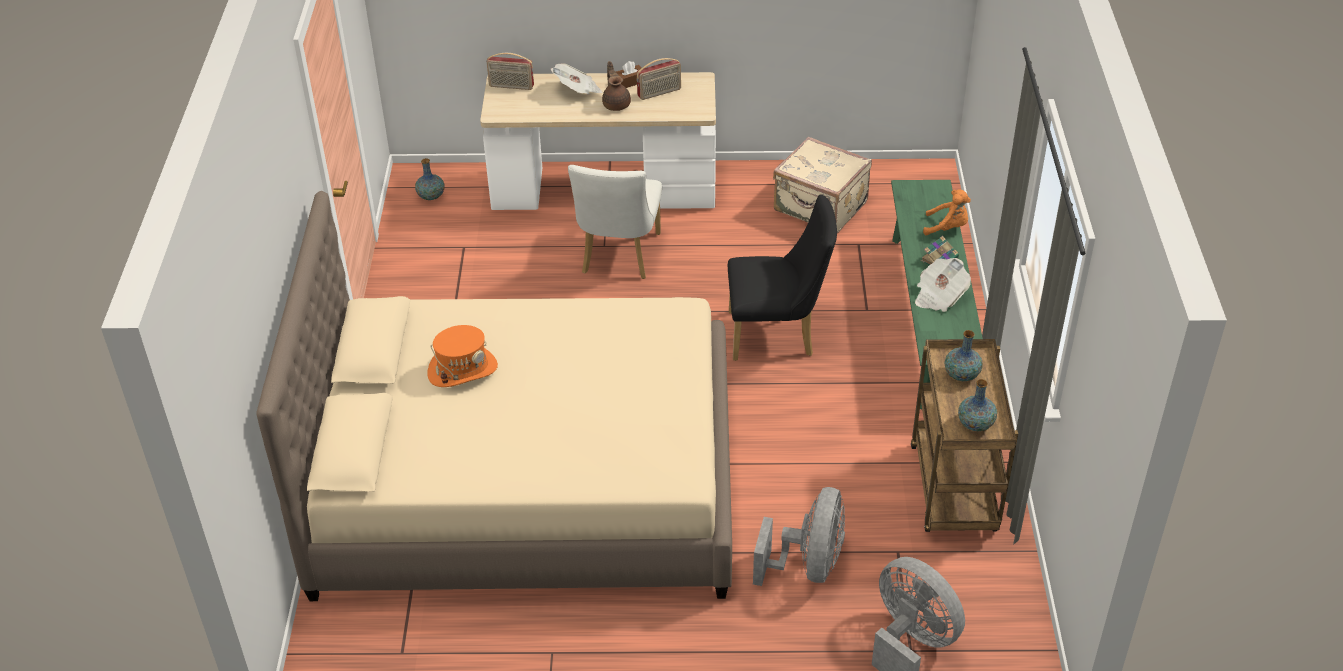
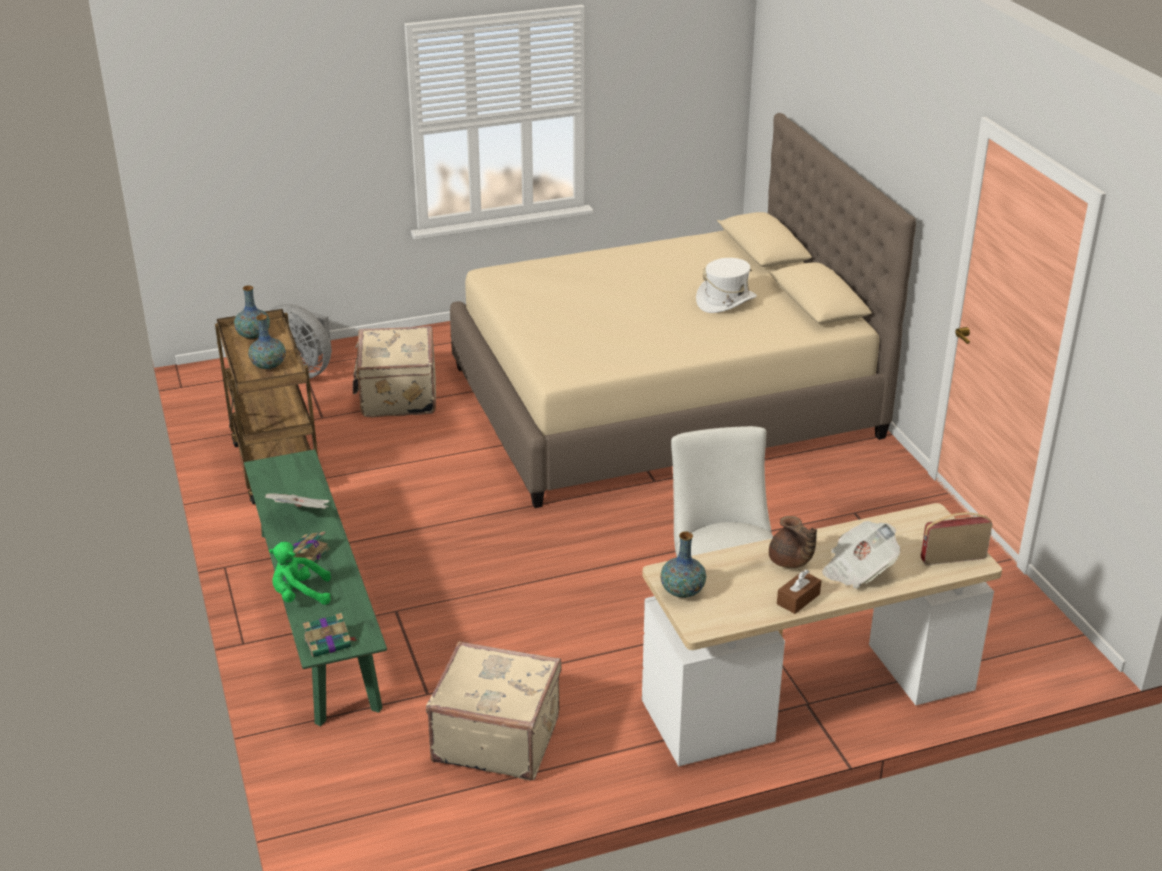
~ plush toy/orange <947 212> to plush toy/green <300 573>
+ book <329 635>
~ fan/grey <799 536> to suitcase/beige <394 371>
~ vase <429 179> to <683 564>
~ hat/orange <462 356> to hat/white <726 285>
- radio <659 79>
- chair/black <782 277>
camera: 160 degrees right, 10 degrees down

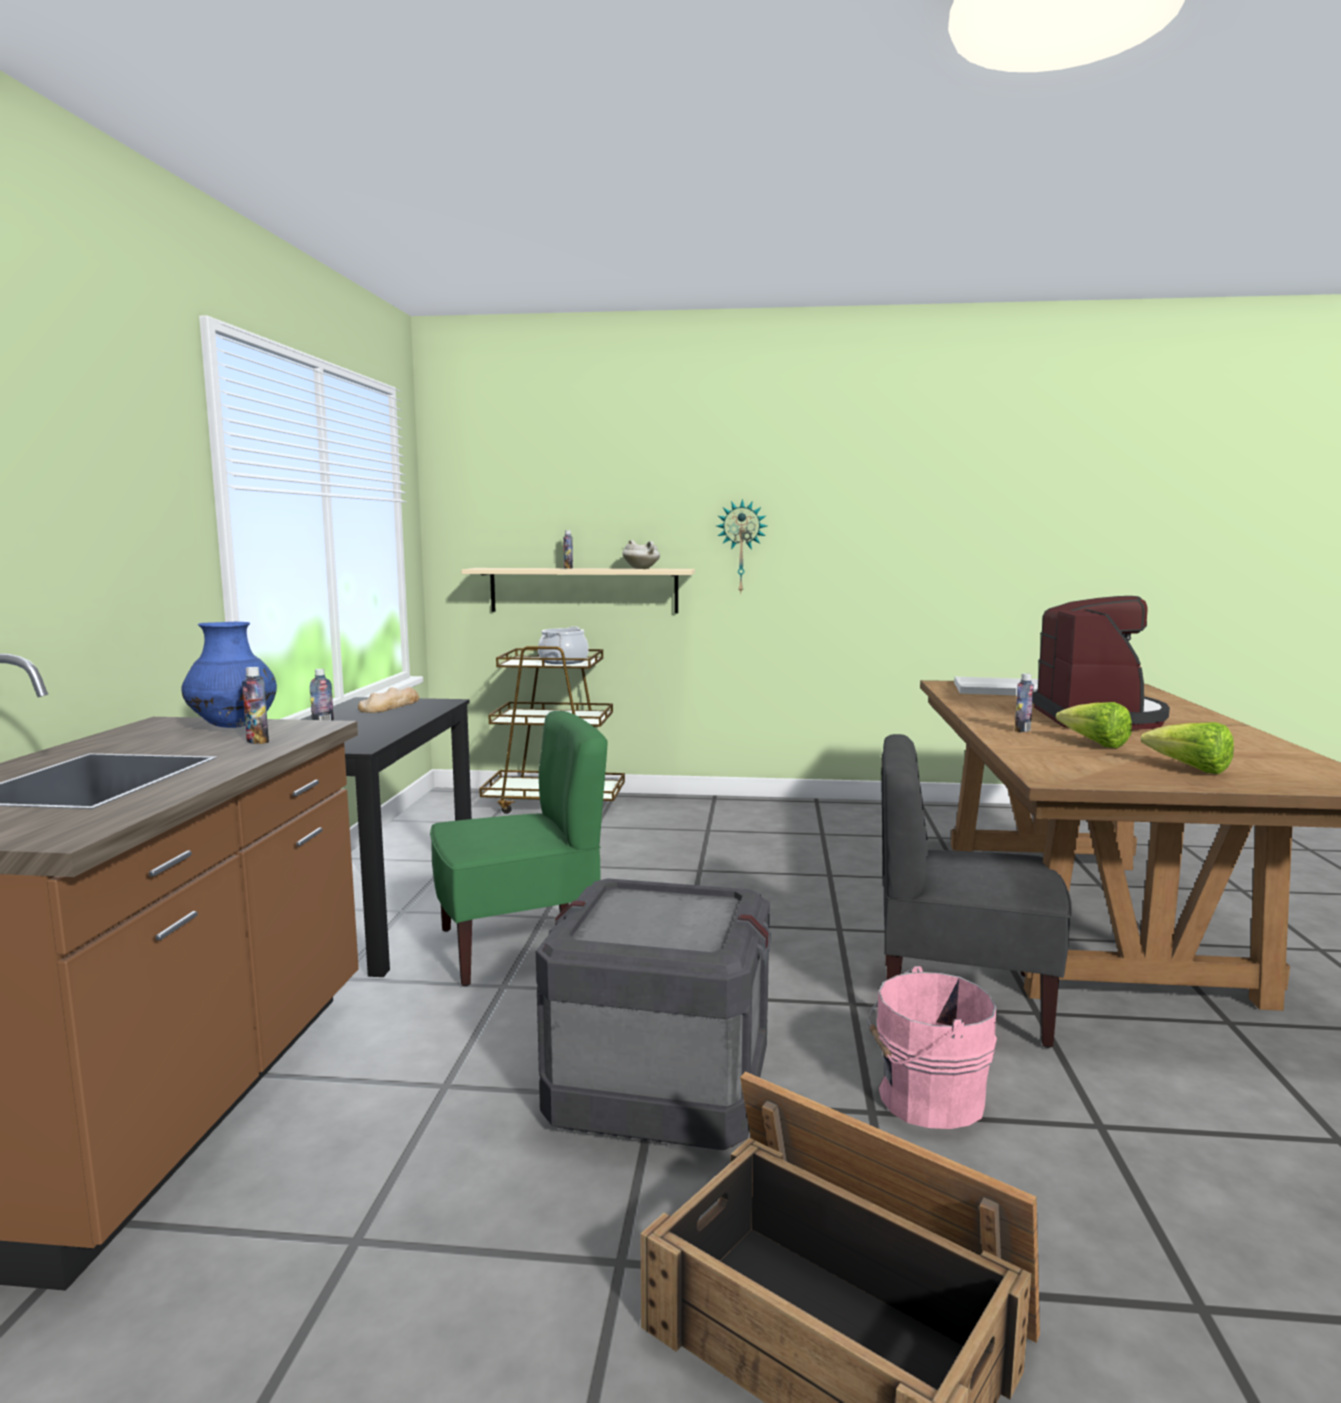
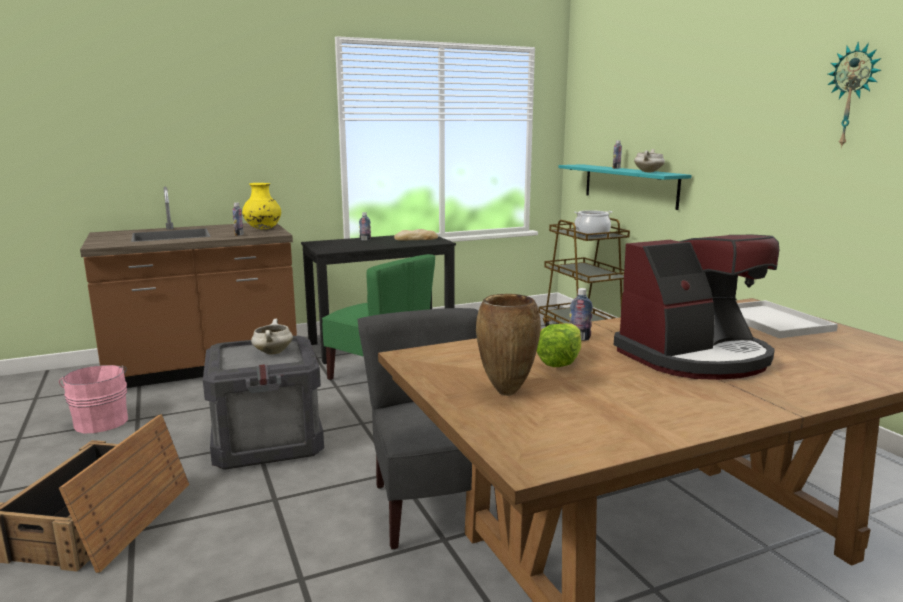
~ bucket/pink <932 1047> to <93 399>
~ vase/blue <229 675> to vase/yellow <261 206>
+ cooking pot/white <272 336>
~ lettuce <1187 748> to vase/brown <508 345>
~ shelf/beige <578 590> to shelf/turquoise <625 187>
~ wall clock <742 547> to <854 95>
camera: 60 degrees right, 5 degrees up

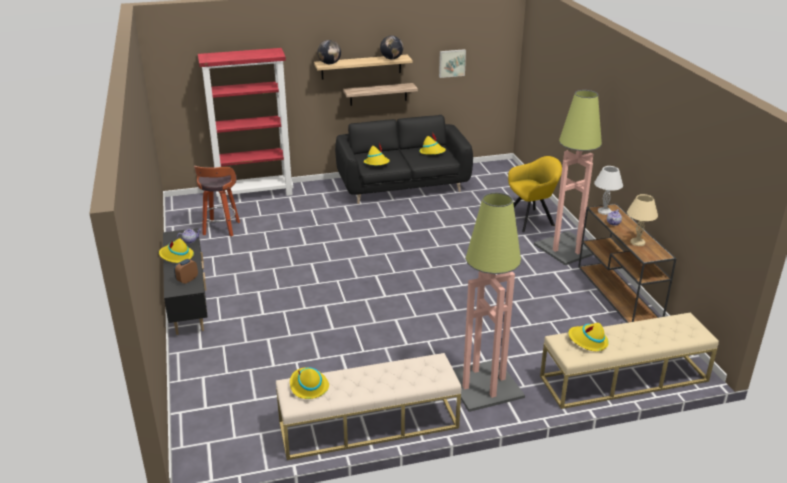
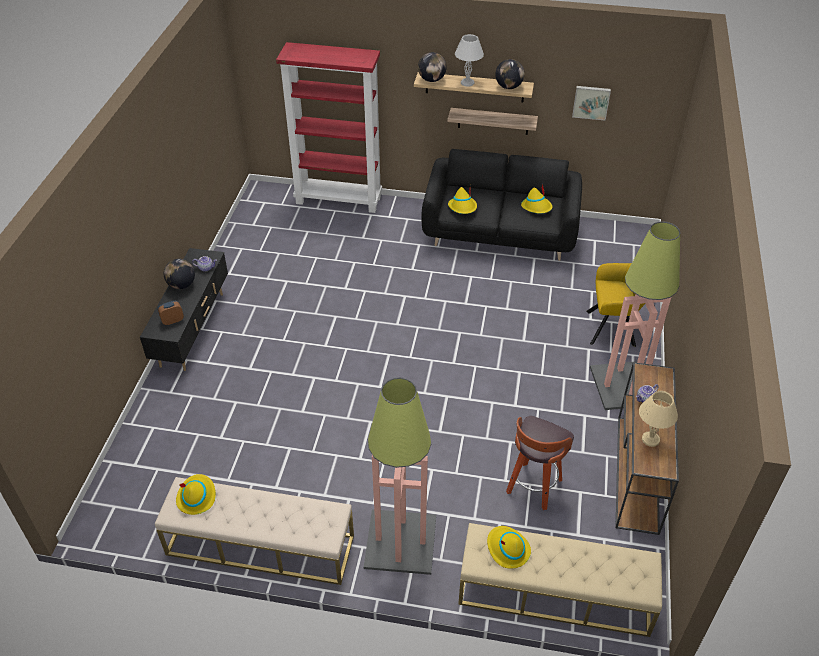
~ hat/yellow <176 251> to globe <179 274>
~ table lamp/white <608 190> to <469 60>
~ stool <217 201> to <540 463>
camera: 25 degrees right, 15 degrees up

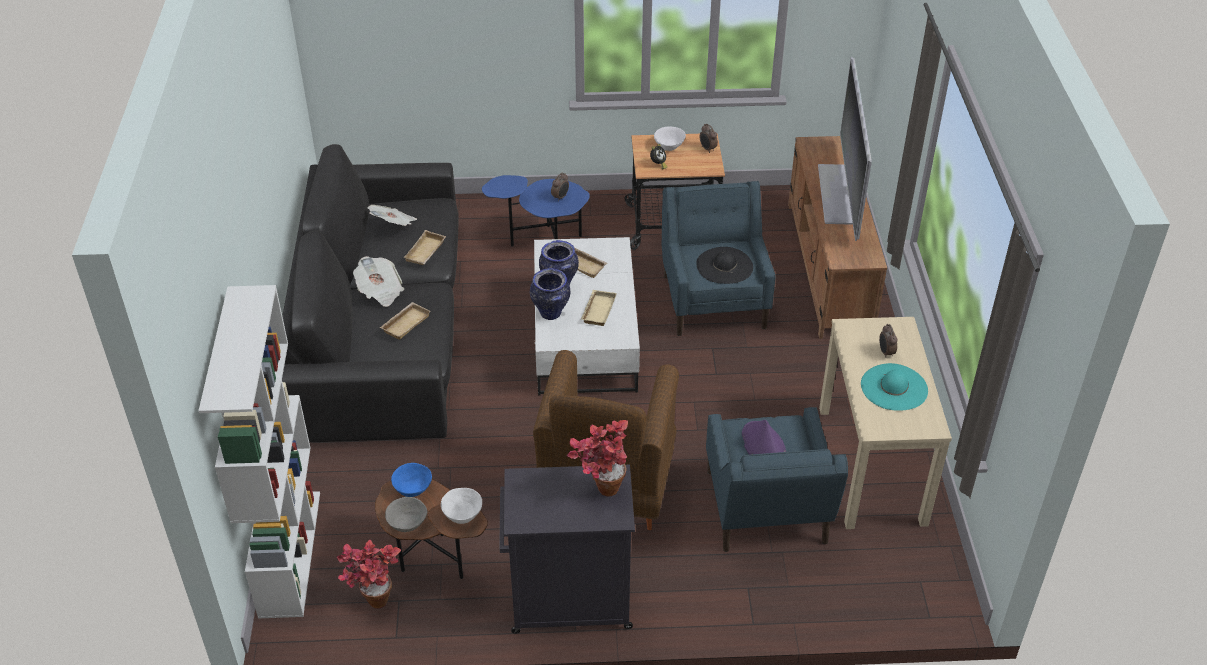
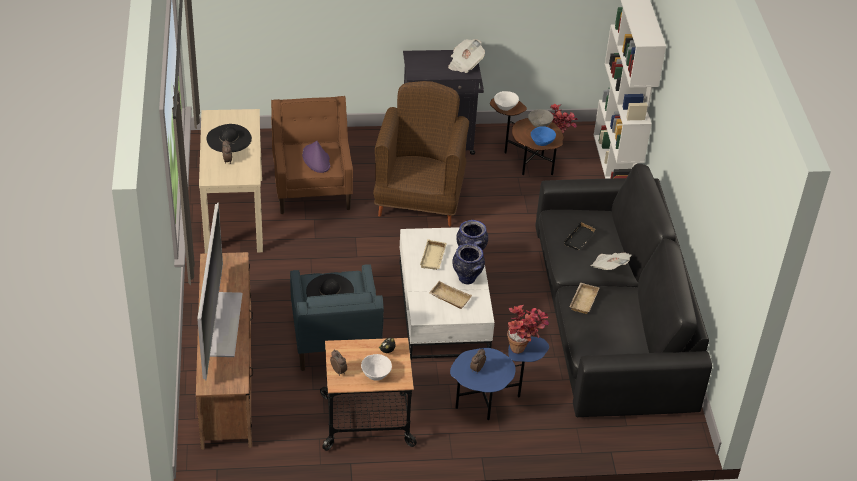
~ hat/turquoise <894 387> to hat/black <229 138>
~ armchair/blue <777 479> to armchair/brown <312 155>
~ newspaper <392 215> to <466 56>
~ potted plant <597 458> to <528 329>
~ tray/beige <405 321> to tray/black <580 235>
camera: 175 degrees right, 0 degrees up

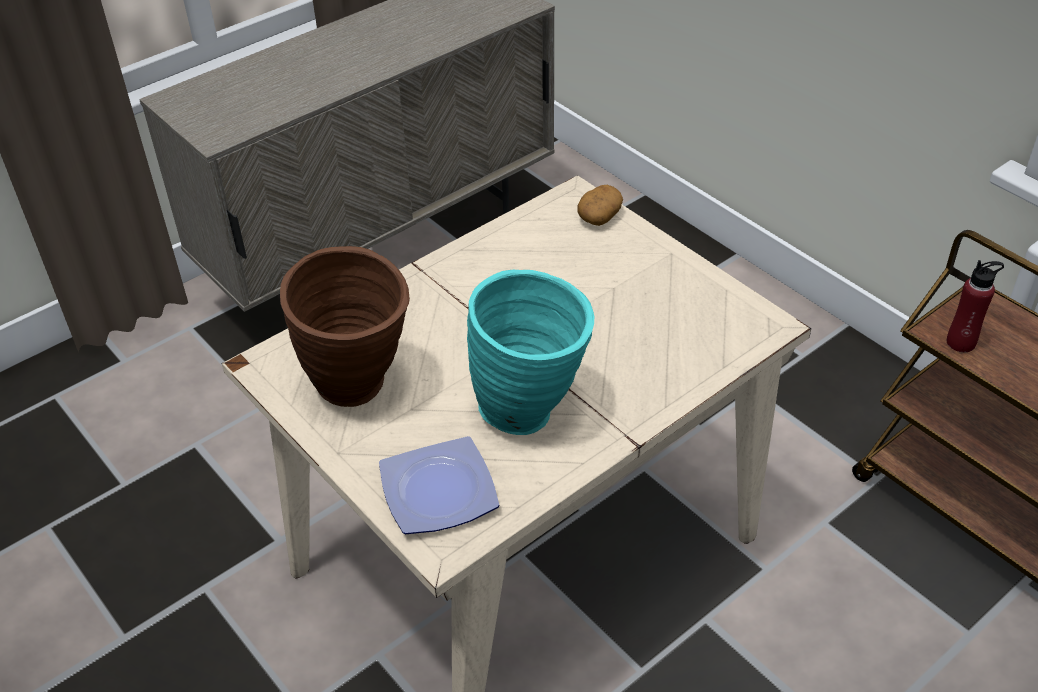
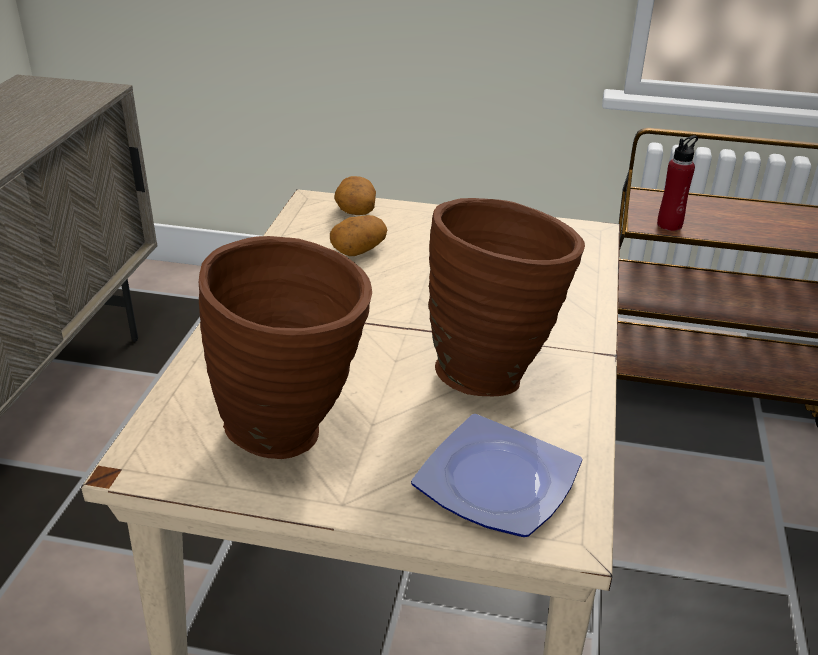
+ potato <358 235>
~ vase/turquoise <530 352> to vase/brown <506 297>
camera: 40 degrees left, 10 degrees down

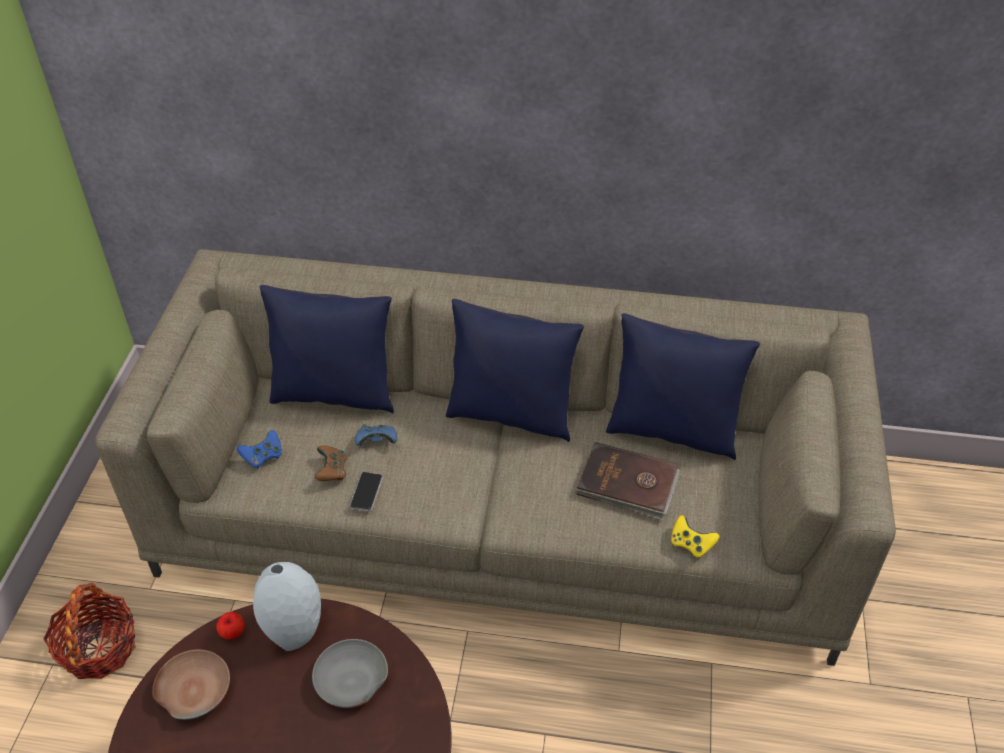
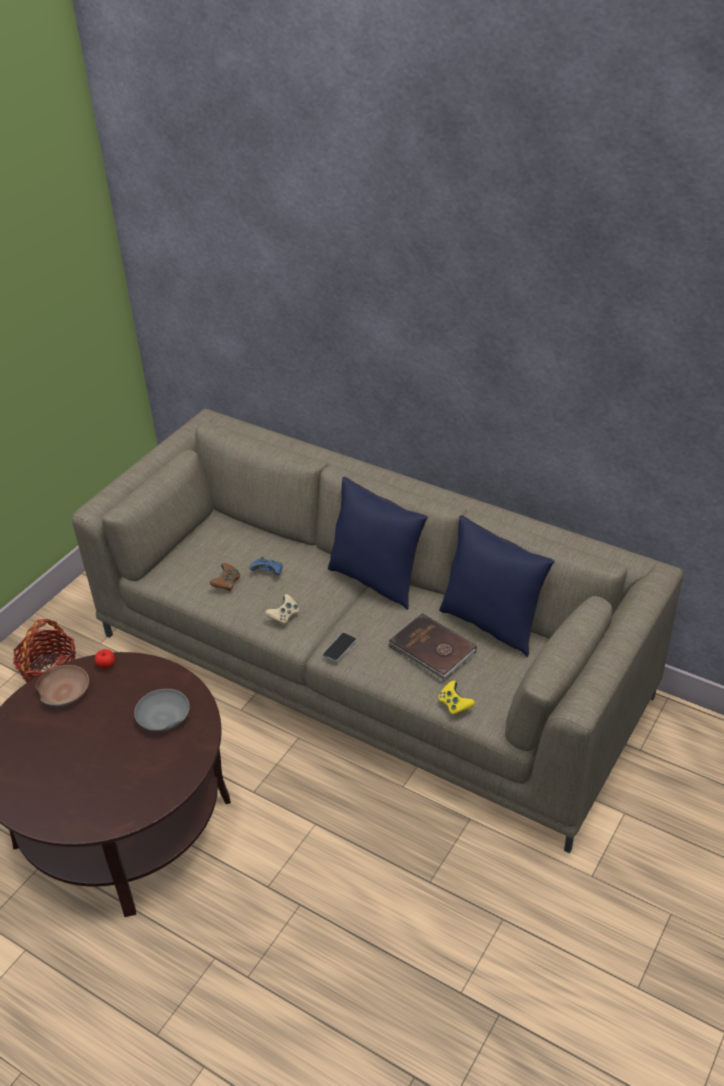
+ game controller/beige <282 609>
~ phone <366 491> to <340 647>
- game controller/blue <259 449>
- vase/grey <287 606>
- pillow/blue <327 349>
camera: 25 degrees right, 5 degrees down

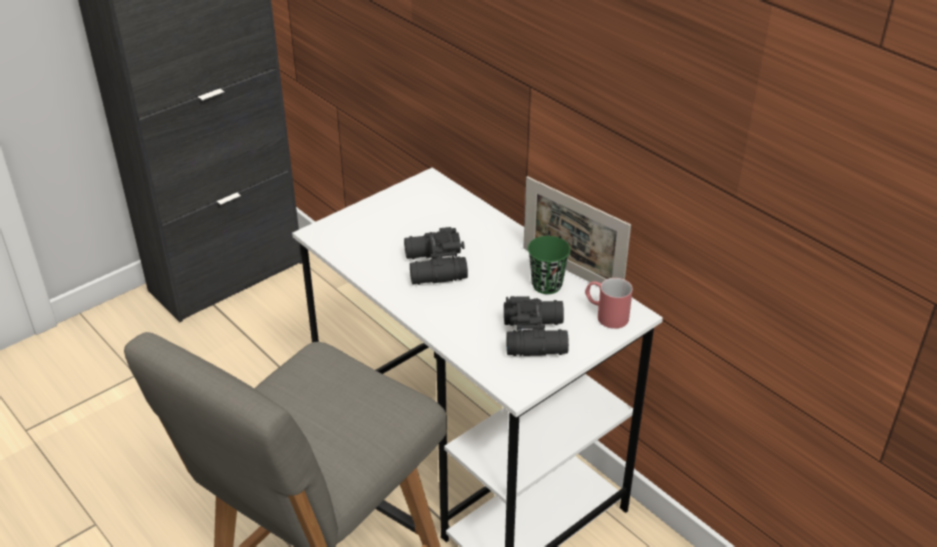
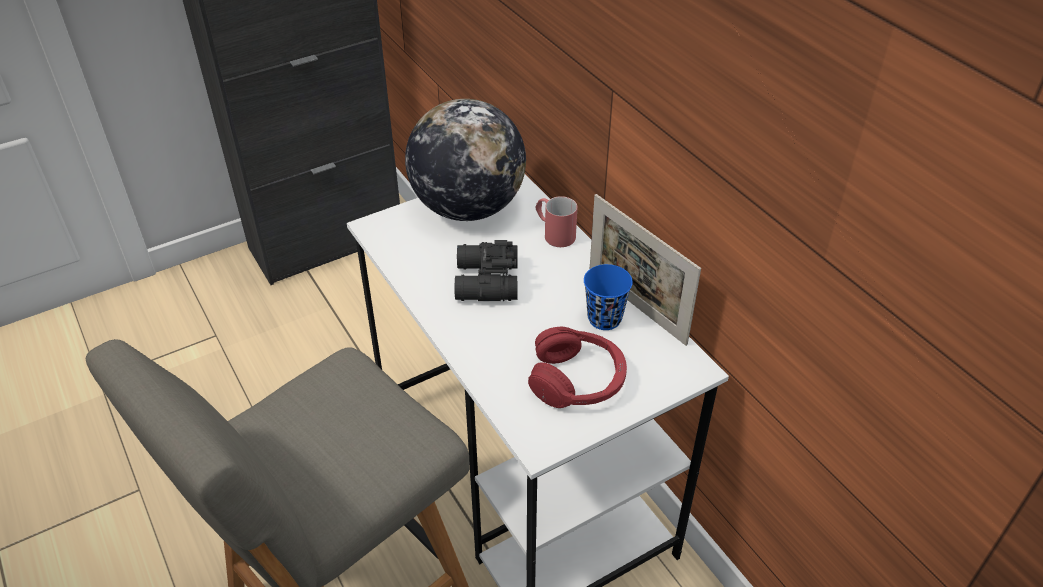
+ globe <465 160>
~ binoculars/black <536 326> to headphones/red <577 367>
~ mug/red <609 303> to <556 221>
~ cup/green <549 265> to cup/blue <608 297>
camera: 10 degrees right, 5 degrees up

